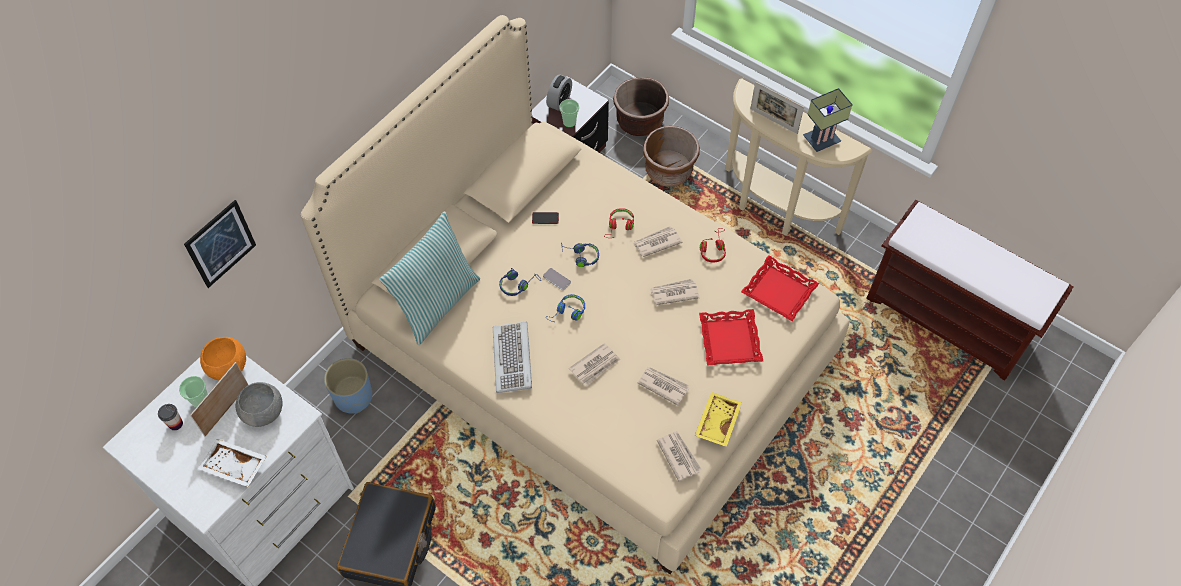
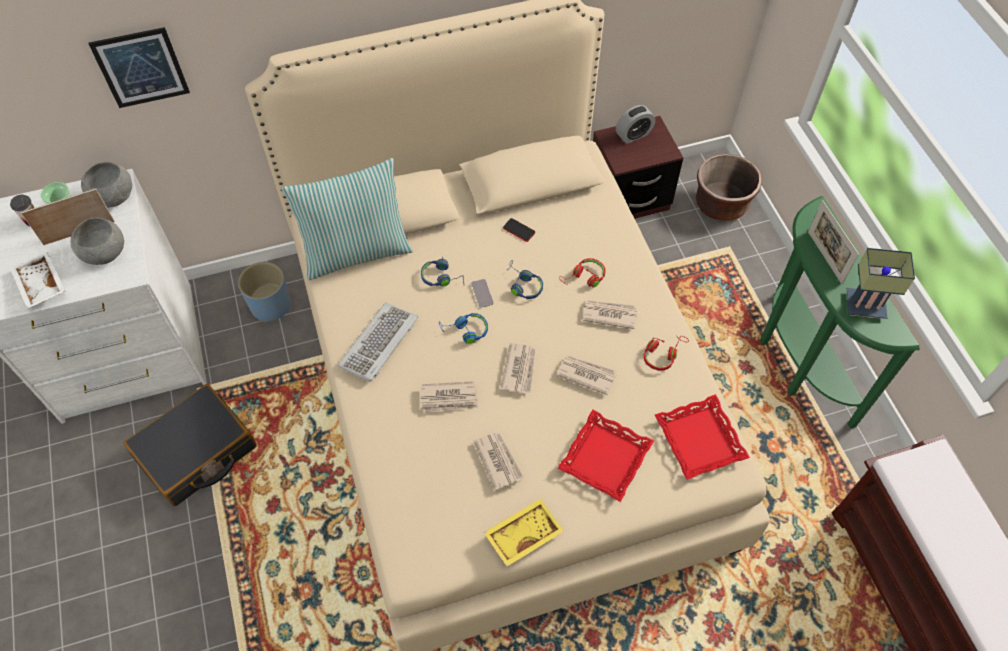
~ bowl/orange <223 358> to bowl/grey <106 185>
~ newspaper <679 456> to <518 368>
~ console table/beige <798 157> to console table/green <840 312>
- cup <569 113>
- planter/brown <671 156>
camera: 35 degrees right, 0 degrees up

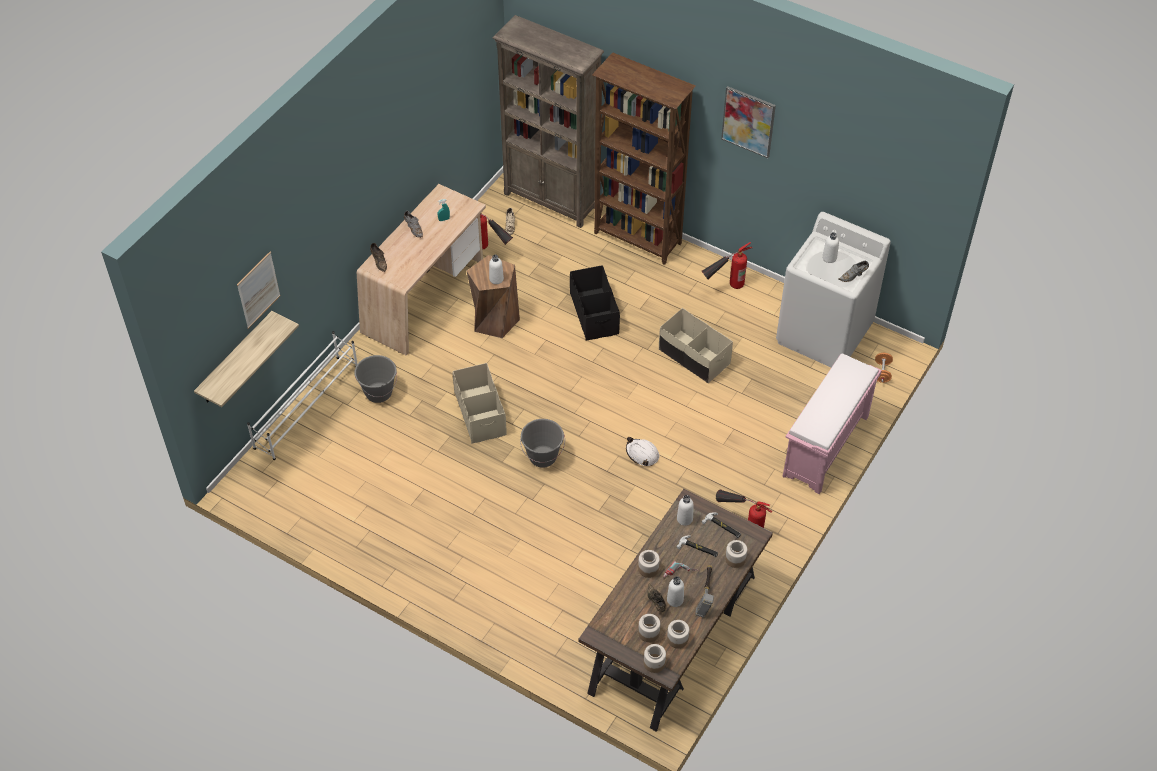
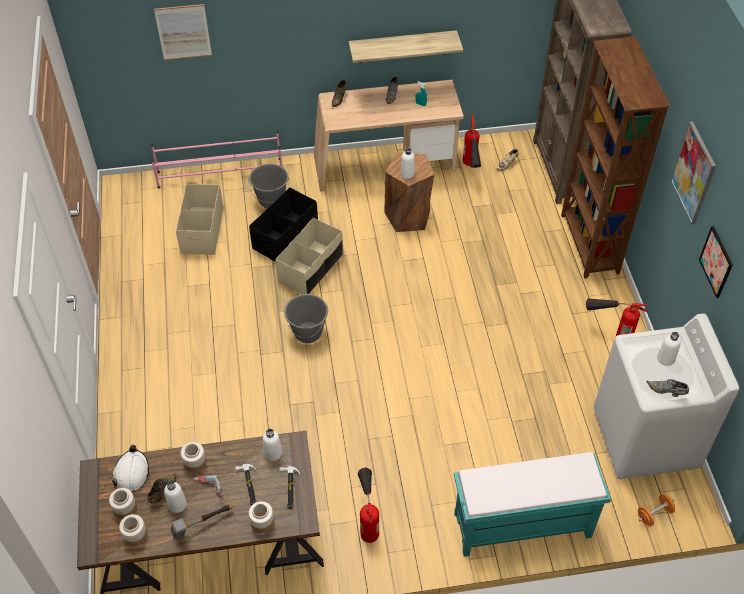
~ hard hat/white <642 451> to <130 468>
~ shoe rack/white <302 395> to shoe rack/pink <216 160>
~ storage box/beige <696 345> to <200 219>
~ storage box/black <595 302> to <283 224>
~ shelf <246 359> to <406 46>
~ bench/pink <832 423> to bench/turquoise <532 504>
+ picture <716 262>
- jar <655 658>
camera: 50 degrees right, 0 degrees up

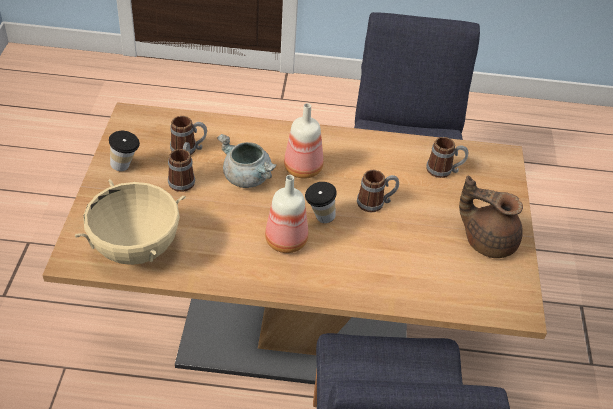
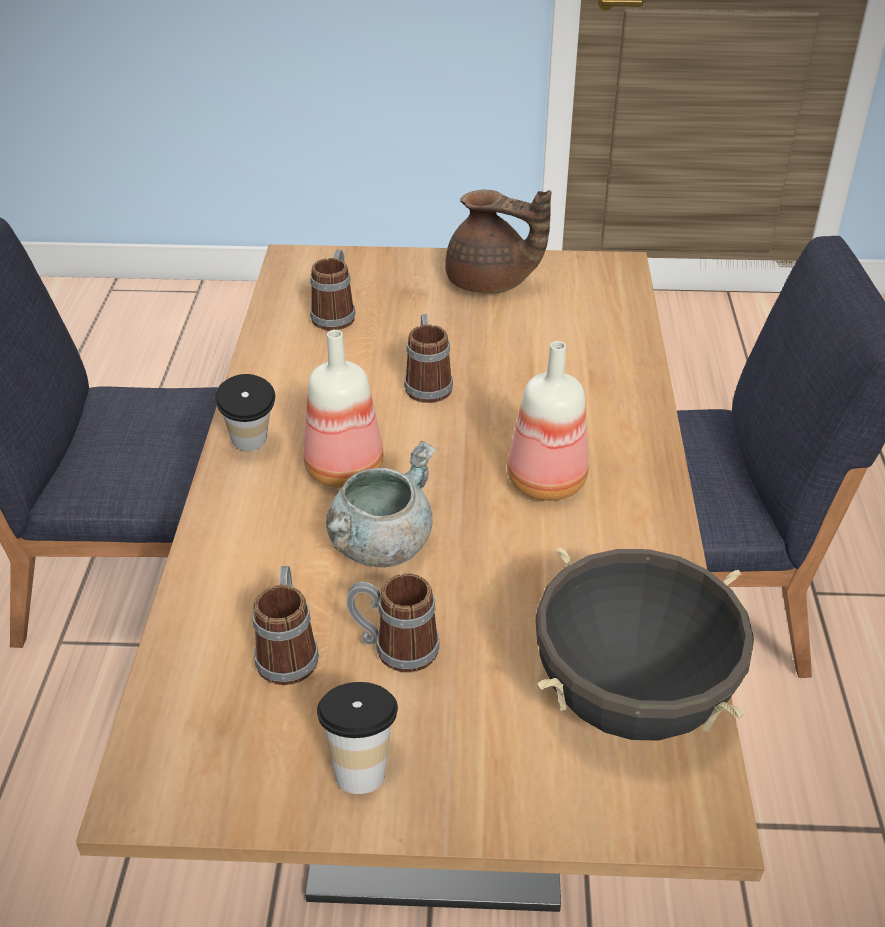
~ cup <320 202> to <245 412>
~ teapot/brown <491 217> = <498 242> 90 degrees counterclockwise
~ cooking pot/beige <130 222> to cooking pot/black <644 644>
camera: 90 degrees left, 5 degrees down

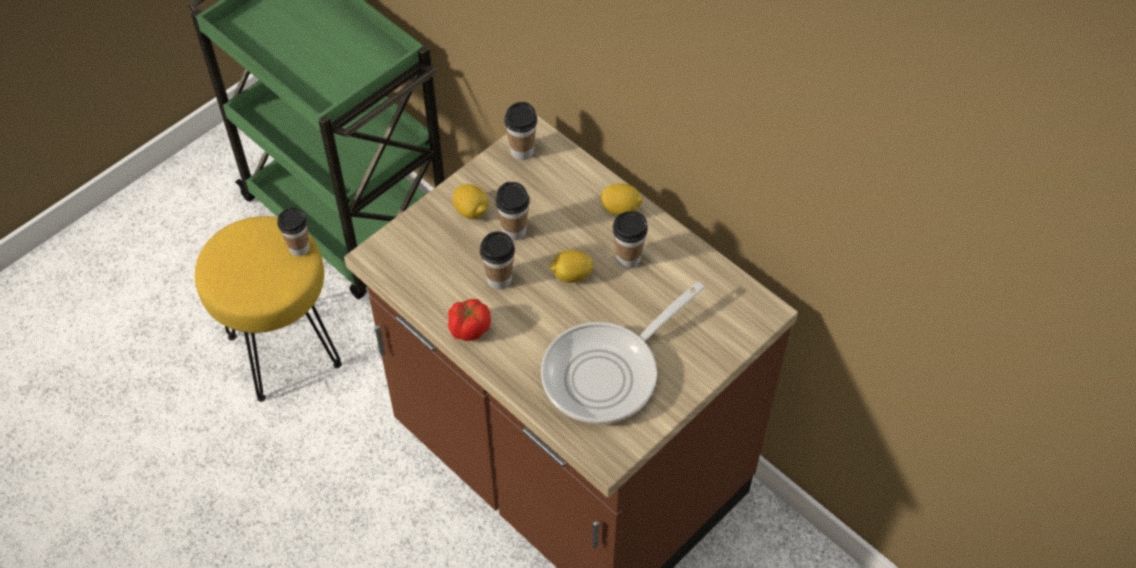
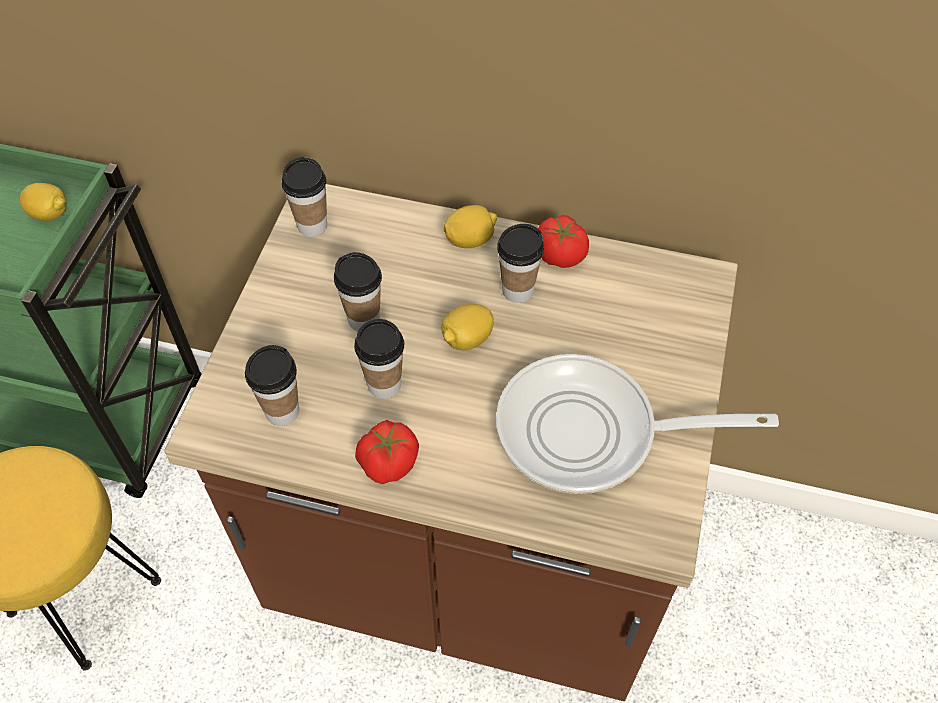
~ lemon <470 201> to <43 202>
~ cup <293 231> to <272 385>
~ frying pan <623 353> = <637 424> 75 degrees clockwise
+ tomato <563 241>
camera: 30 degrees left, 0 degrees up

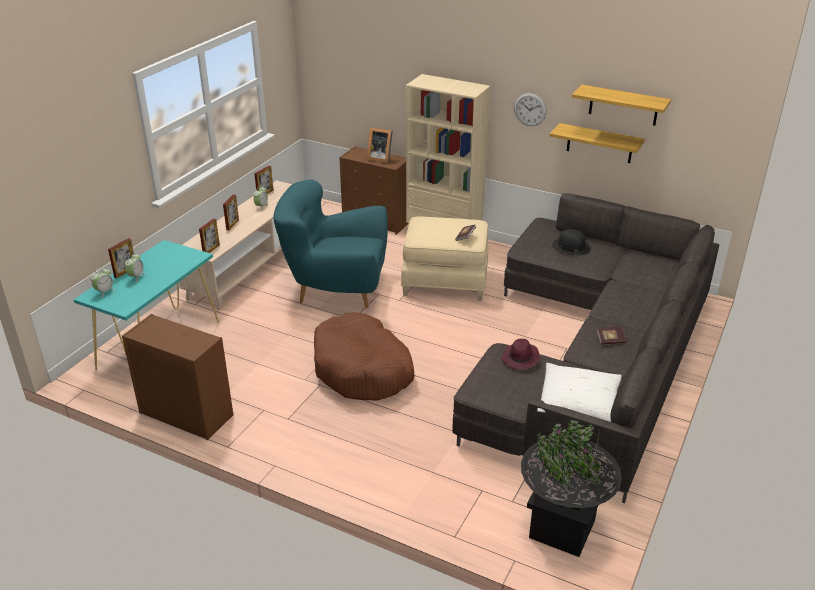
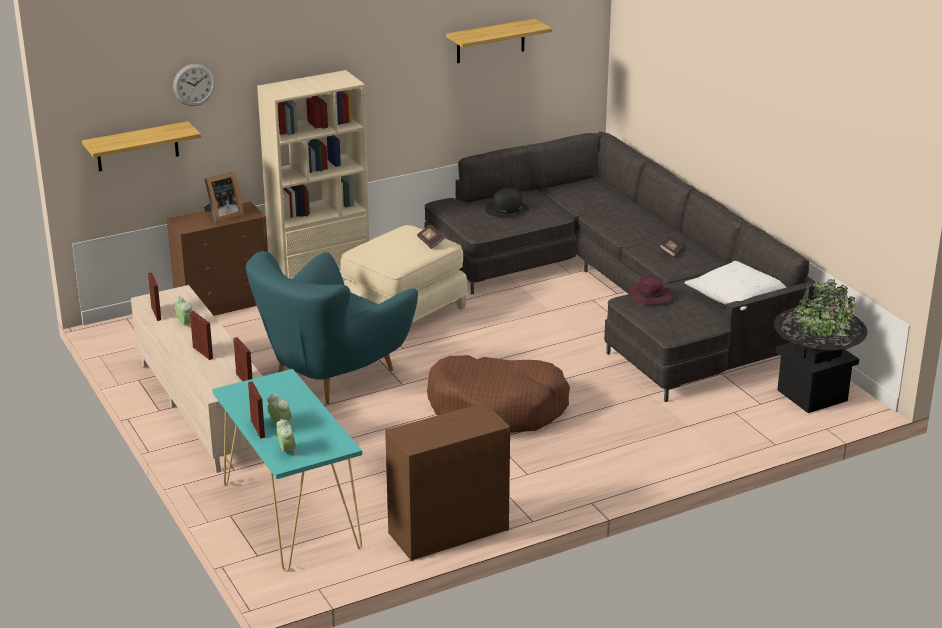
~ shelf <597 143> to <141 146>
~ wall clock <530 109> to <194 85>
camera: 55 degrees left, 5 degrees down

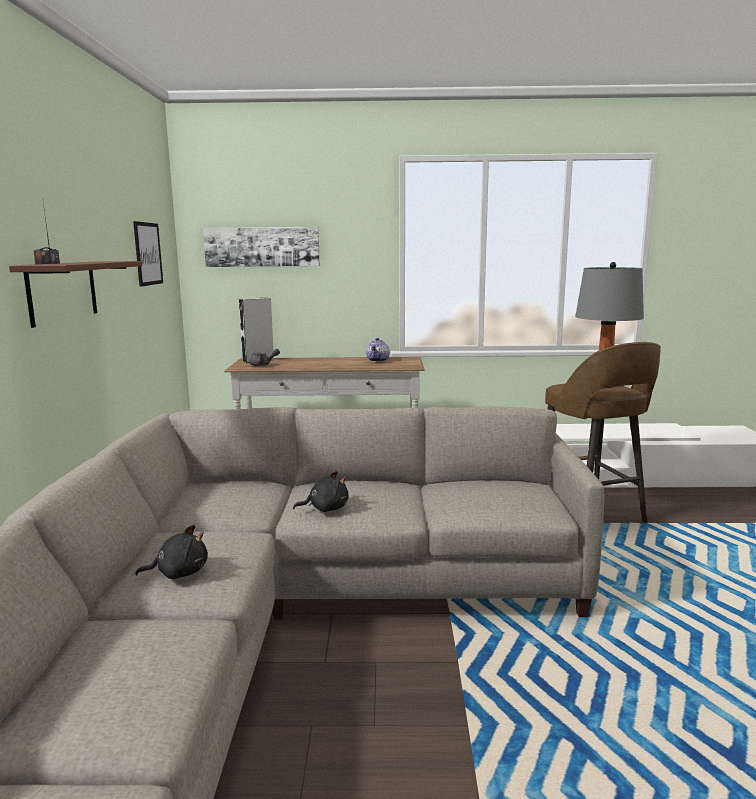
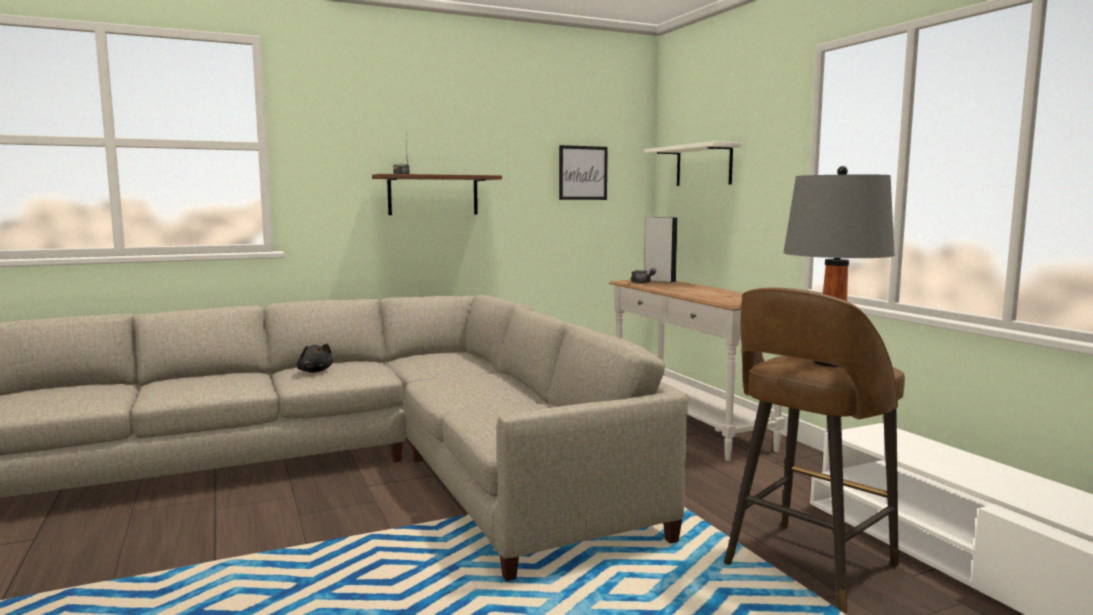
~ picture <261 247> to shelf/white <693 163>
- plush toy/black <321 491>
- teapot <378 350>
camera: 65 degrees right, 5 degrees down

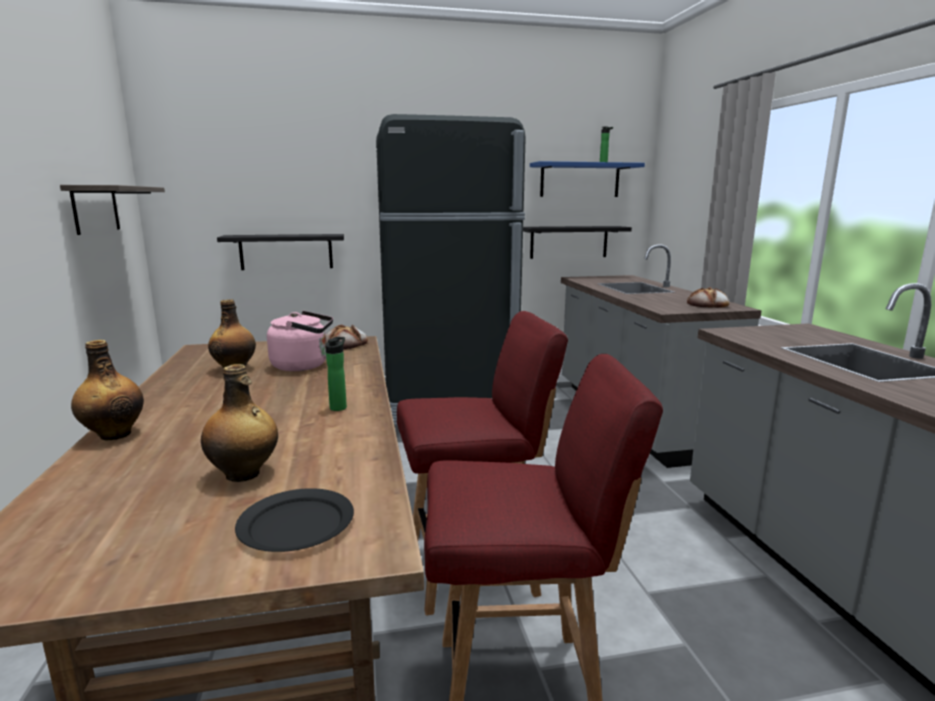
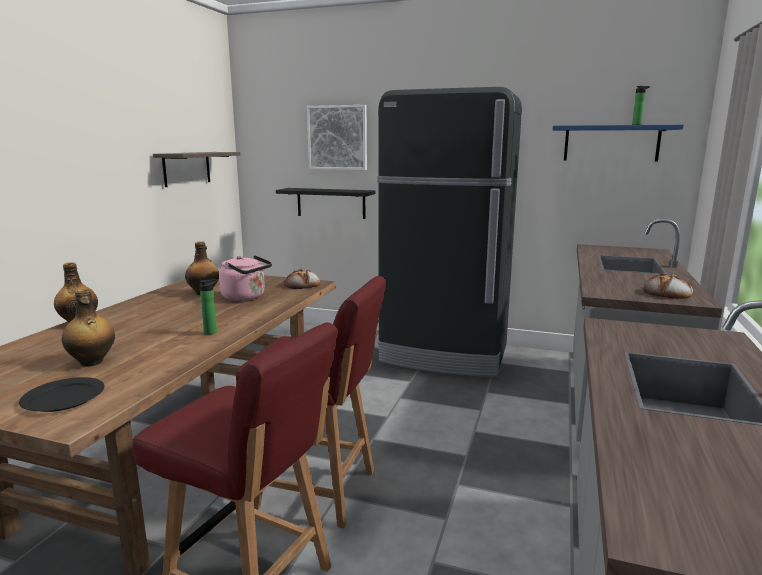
+ picture <337 137>
- shelf/black <577 242>
camera: 30 degrees right, 0 degrees up

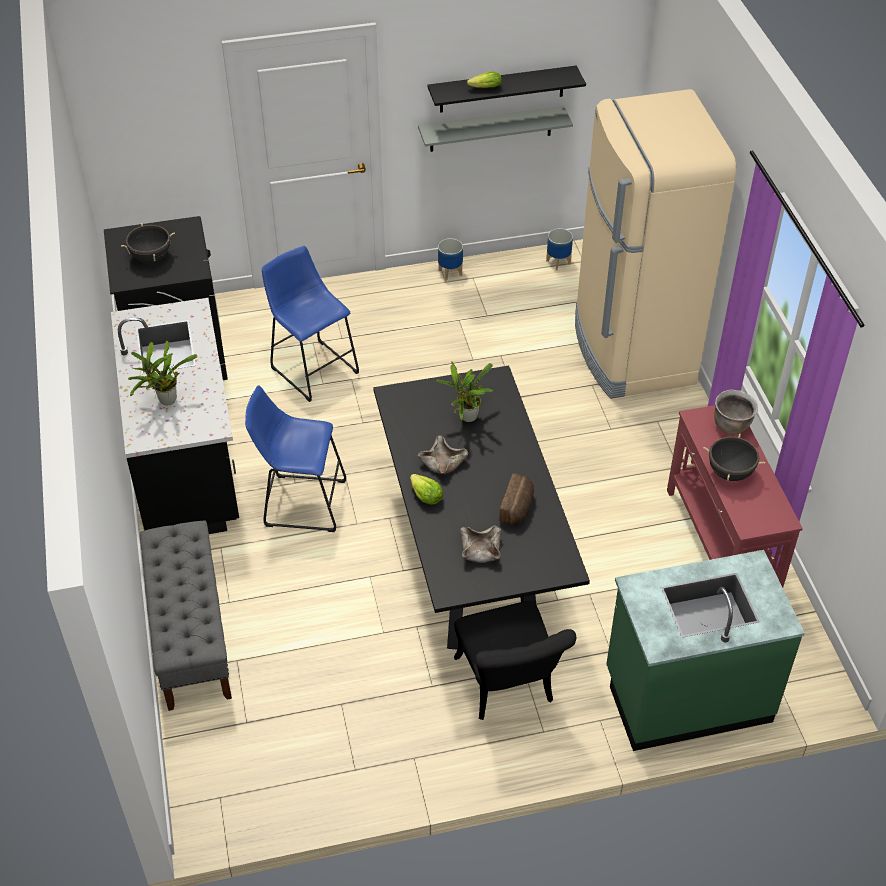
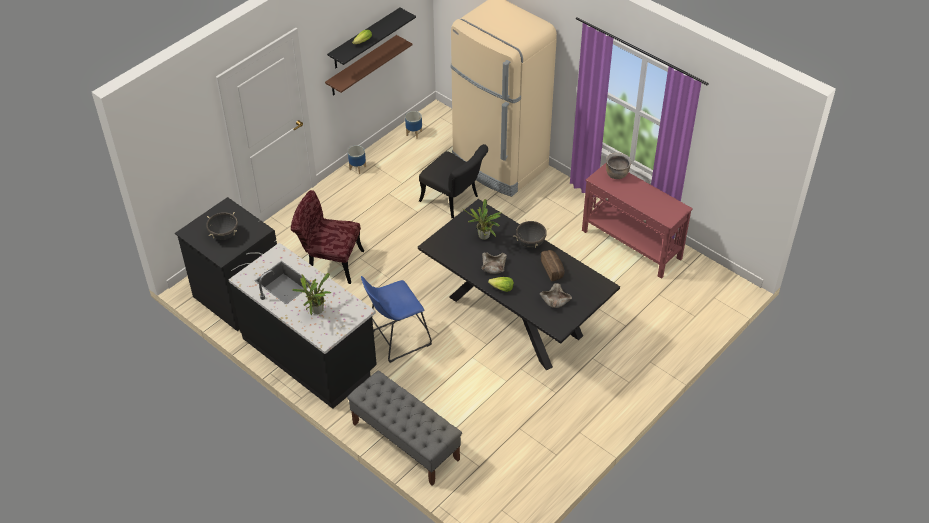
~ stool/blue <310 324> to chair/red <327 237>
~ shelf/grey <495 129> to shelf/brown <368 65>
~ chair/black <515 660> to <453 181>
~ cooking pot/black <734 457> to <531 233>
- counter/green <705 650>
camera: 35 degrees left, 0 degrees up

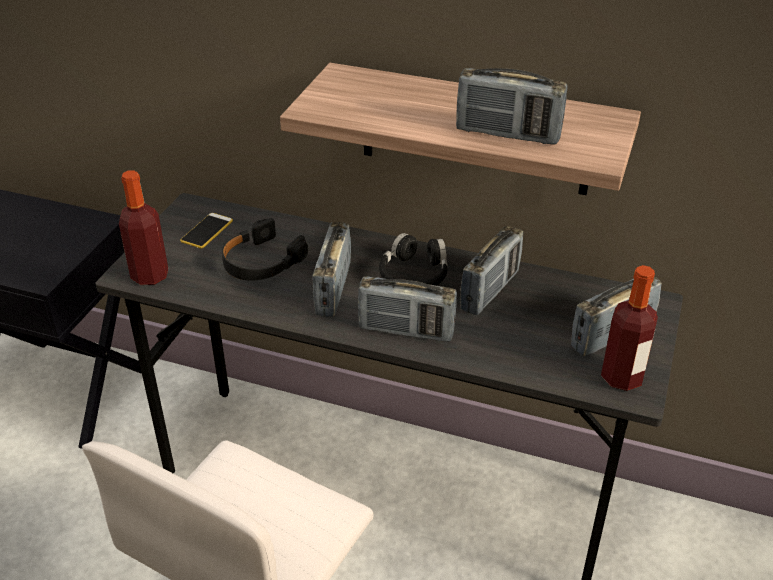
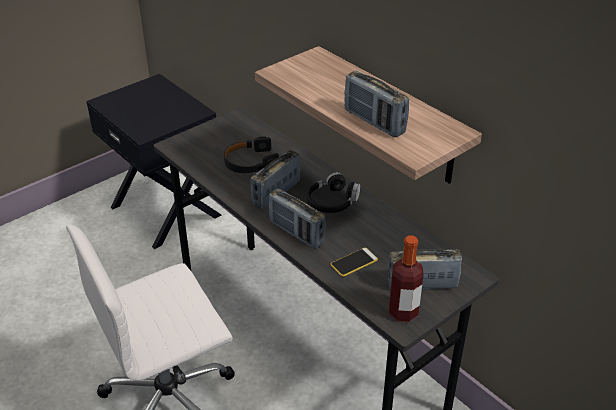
~ phone <206 230> to <354 262>
- bottle <143 227>
- radio <491 270>
camera: 30 degrees right, 0 degrees up

